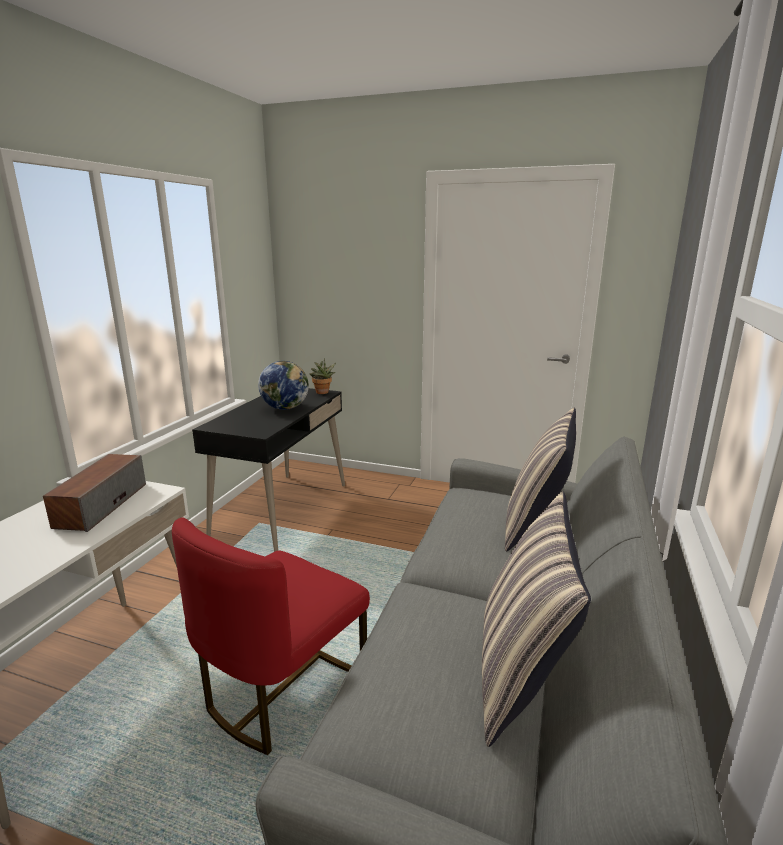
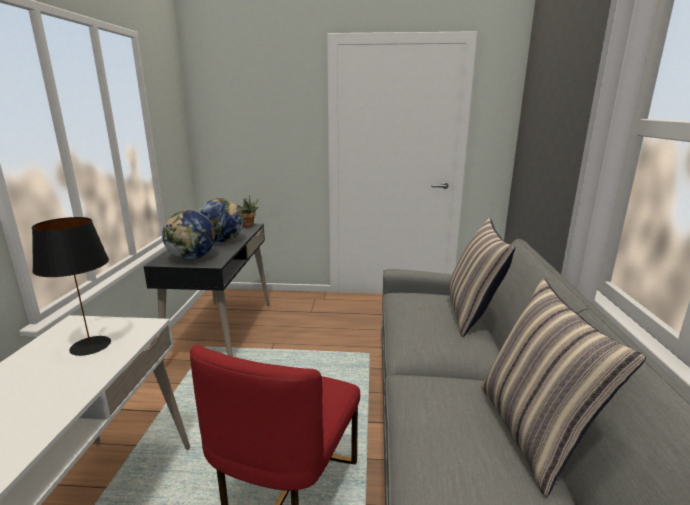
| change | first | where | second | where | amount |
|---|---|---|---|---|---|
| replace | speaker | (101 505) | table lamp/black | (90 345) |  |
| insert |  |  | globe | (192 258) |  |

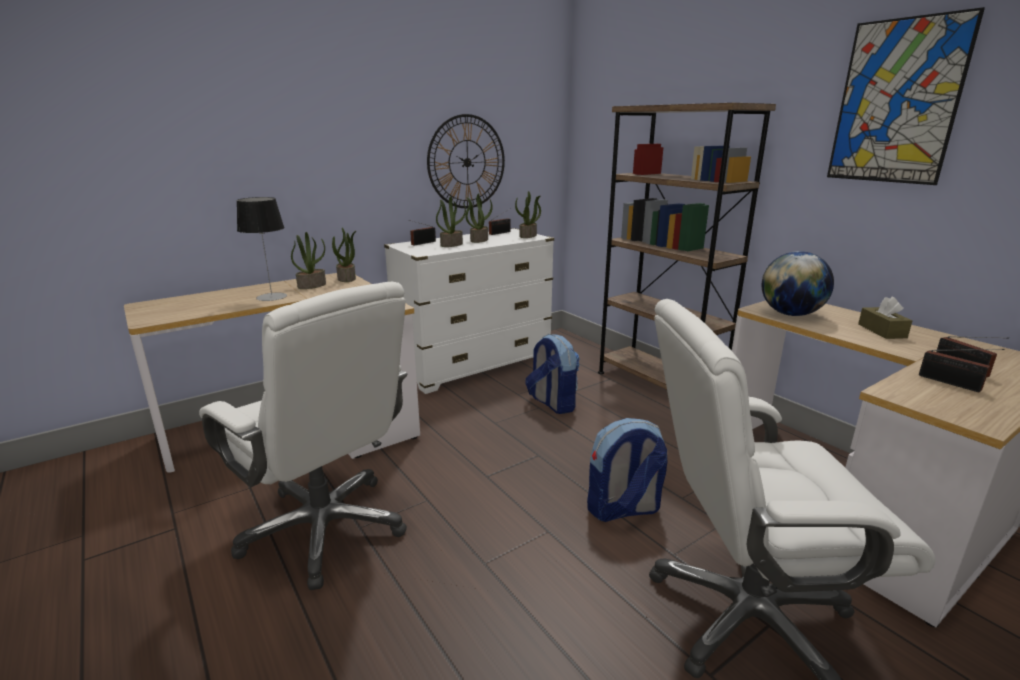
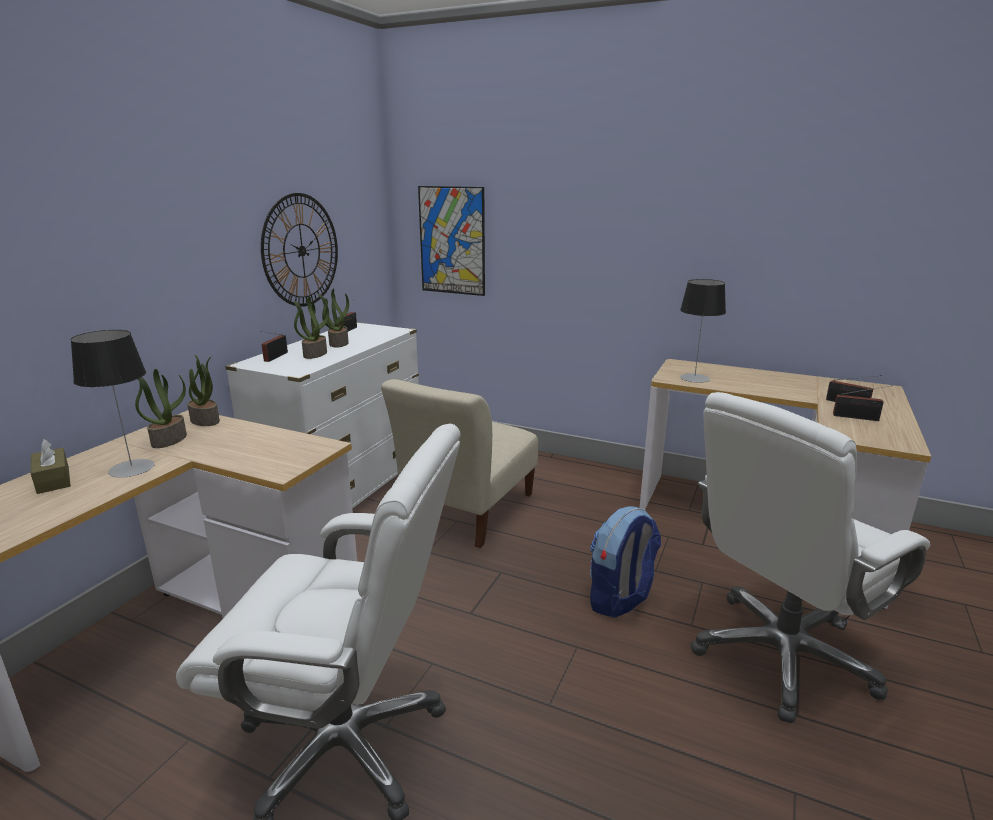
| change | first | where | second | where | amount |
|---|---|---|---|---|---|
| delete | potted plant | (528 236) |  |  |  |
| replace | backpack | (552 403) | chair/beige | (466 512) |  |
| delete | bookcase/brown | (658 386) |  |  |  |
| replace | globe | (790 314) | table lamp | (694 378) |  |
| move | picture | (897 102) |  | (452 241) |  |
| move | tissue box/brown | (882 331) |  | (53 480) |  |

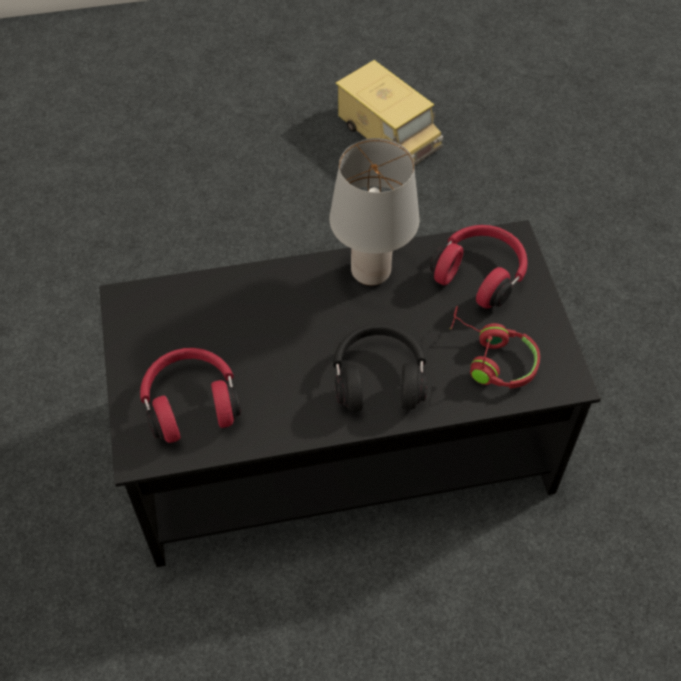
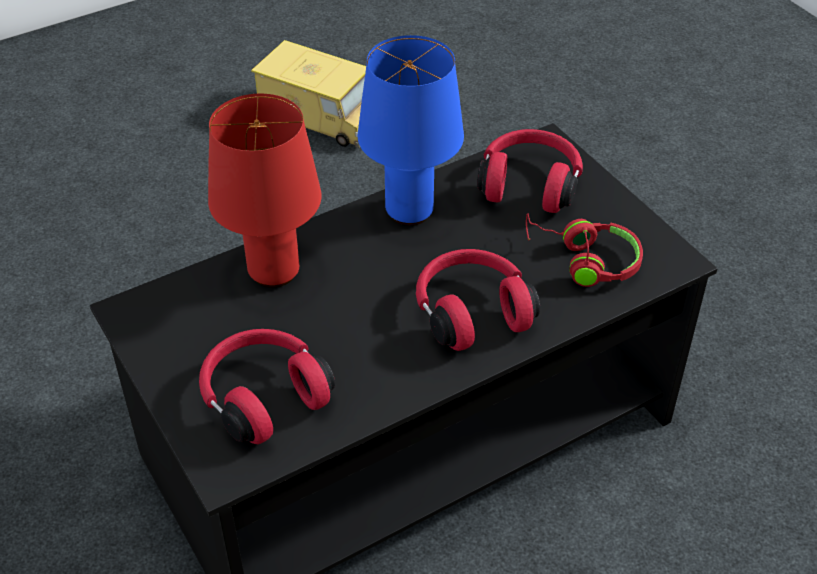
| change | first | where | second | where | amount |
|---|---|---|---|---|---|
| recolor | table lamp/grey | (370 271) | table lamp/blue | (408 211) |  |
| recolor | headphones/black | (379 377) | headphones/red | (471 311) |  |
| insert |  |  | table lamp/red | (275 272) |  |

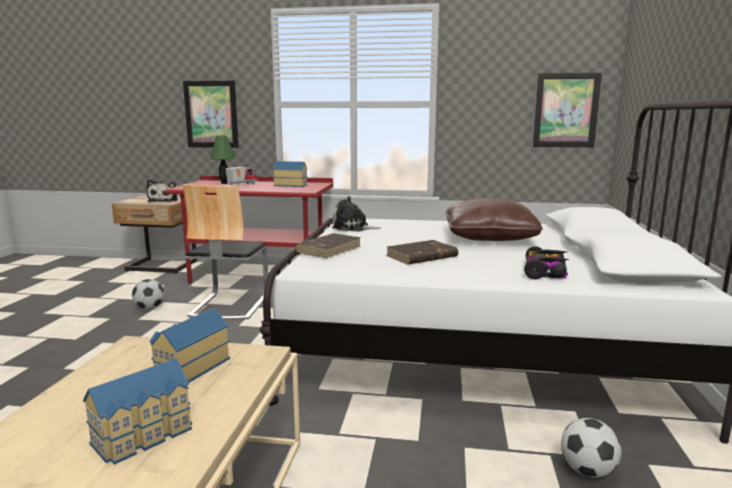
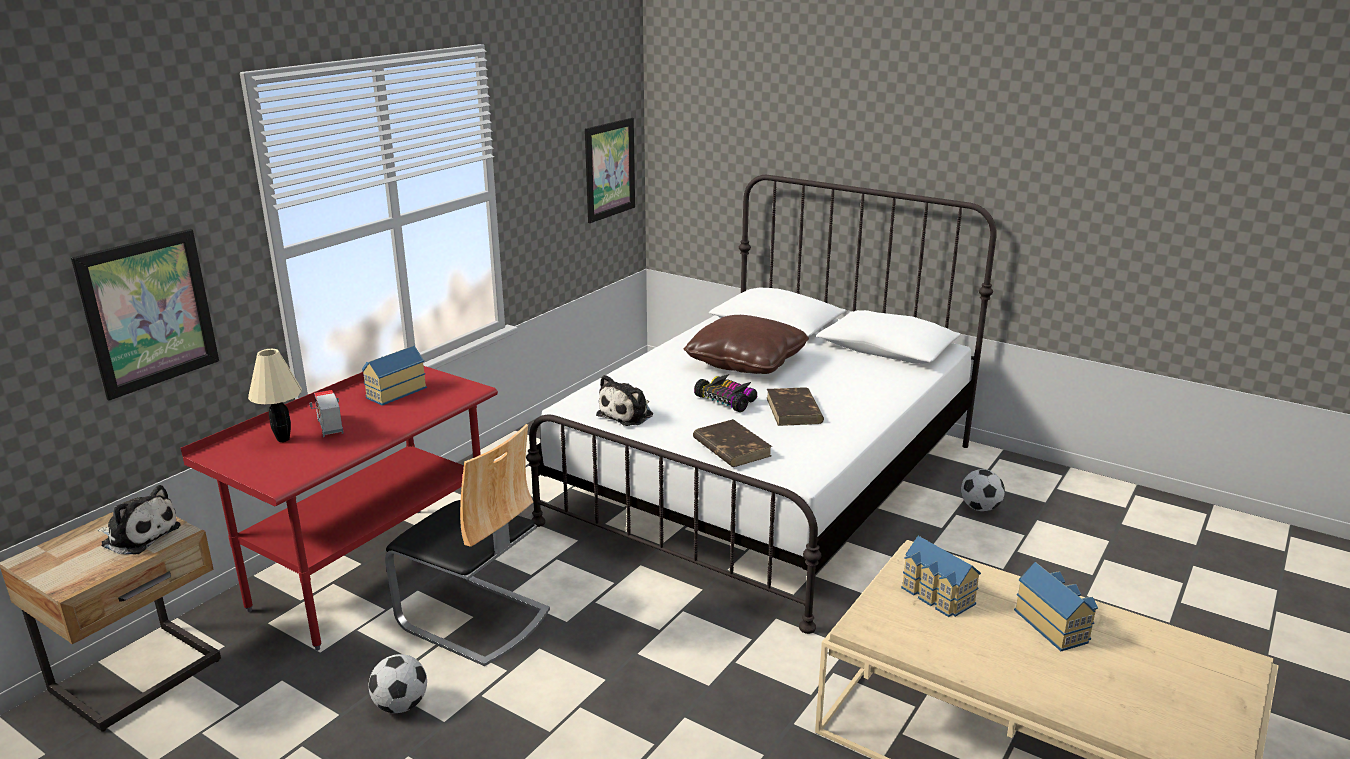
| change | first | where | second | where | amount |
|---|---|---|---|---|---|
| recolor | table lamp/green | (224 183) | table lamp/beige | (284 439) |  |
| move | toy car | (545 272) |  | (727 400) |  |

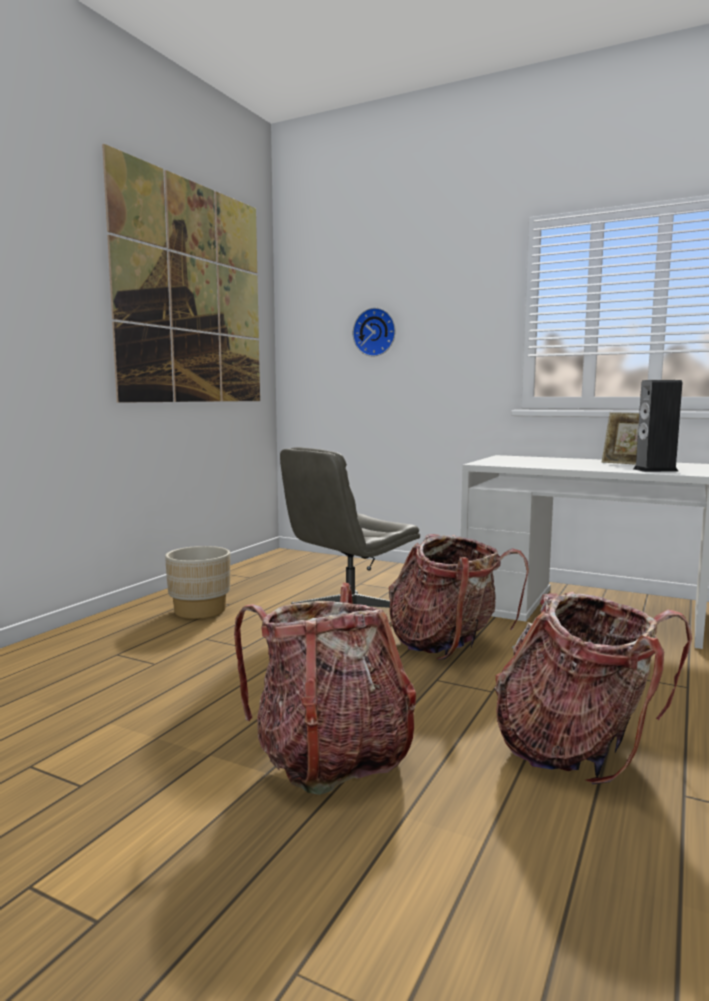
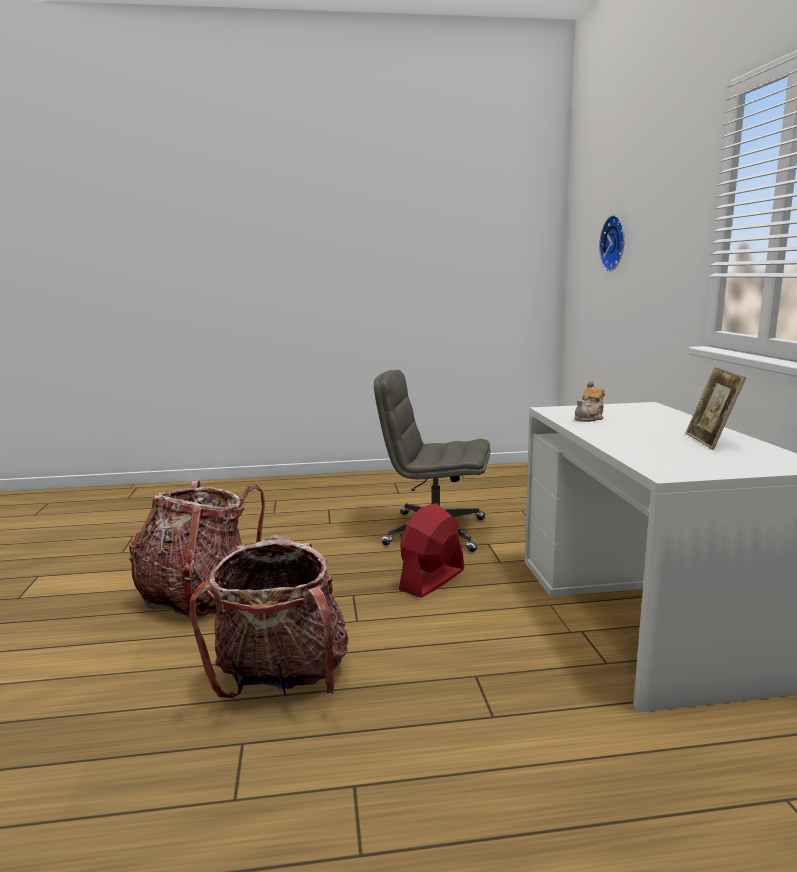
| change | first | where | second | where | amount |
|---|---|---|---|---|---|
| delete | picture | (193 294) |  |  |  |
| delete | planter/beige | (200 610) |  |  |  |
| replace | backpack | (448 645) | fan/red | (432 580) |  |
| delete | speaker | (655 470) |  |  |  |
| insert |  |  | teapot | (589 418) |  |

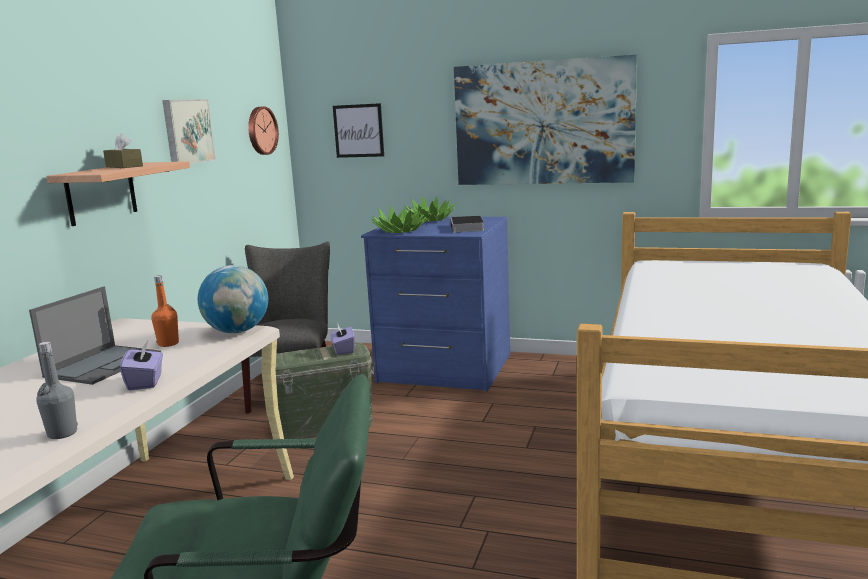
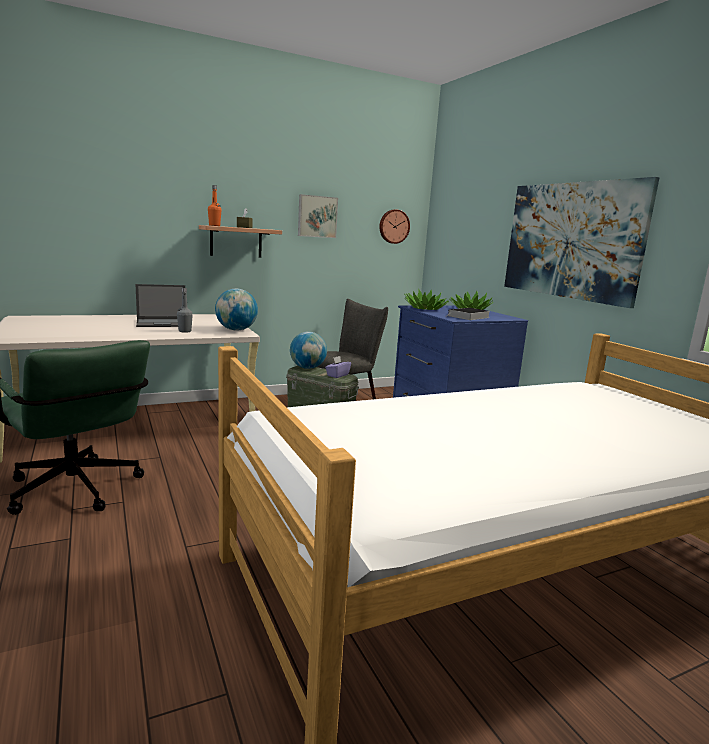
| change | first | where | second | where | amount |
|---|---|---|---|---|---|
| move | bottle/grey | (62 433) |  | (185 331) |  |
| delete | tissue box/purple | (146 382) |  |  |  |
| move | bottle/orange | (168 344) |  | (214 225) |  |
| delete | picture | (358 130) |  |  |  |
| insert |  |  | globe | (307 368) |  |

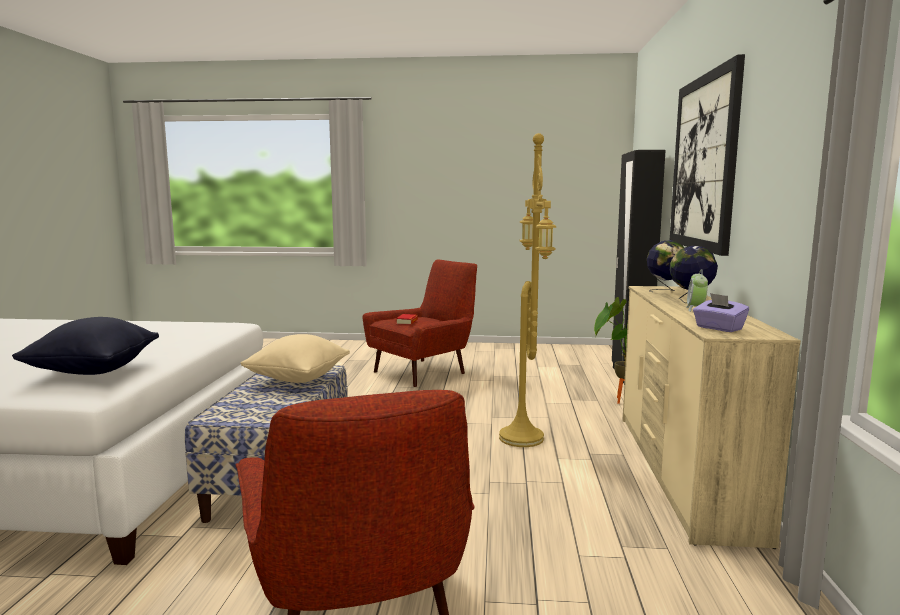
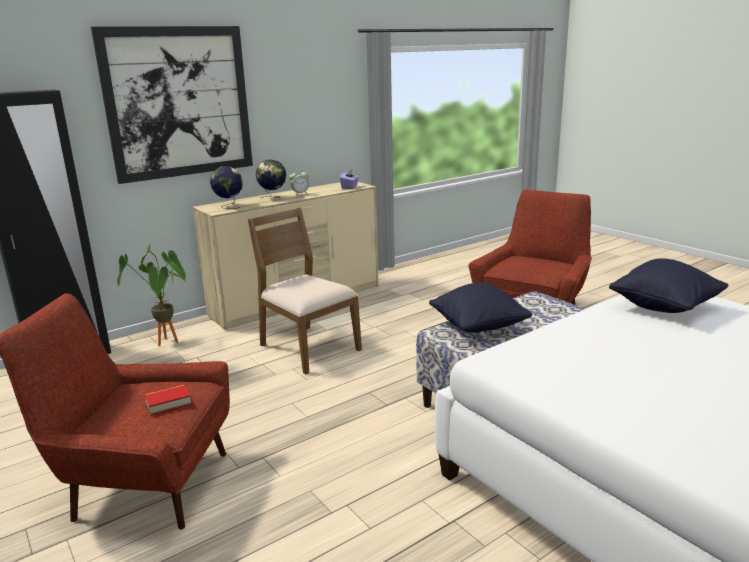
| change | first | where | second | where | amount |
|---|---|---|---|---|---|
| recolor | pillow/beige | (298 379) | pillow/black | (478 328) |  |
| replace | floor lamp/yellow | (524 439) | chair/brown | (308 347) |  |

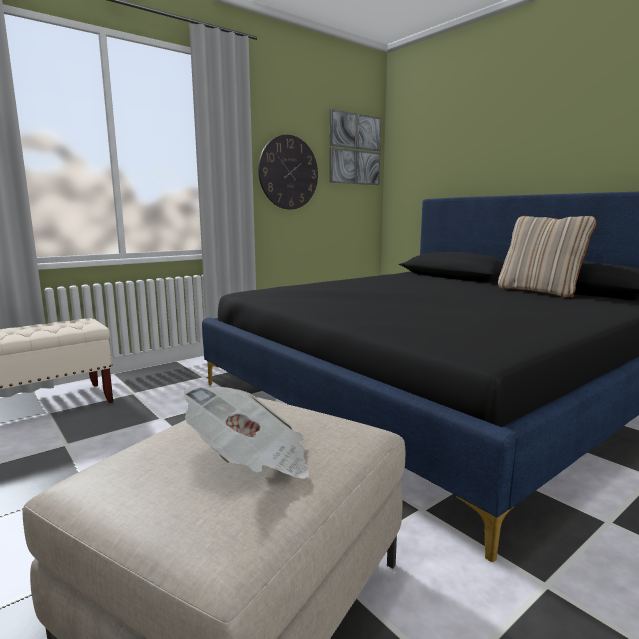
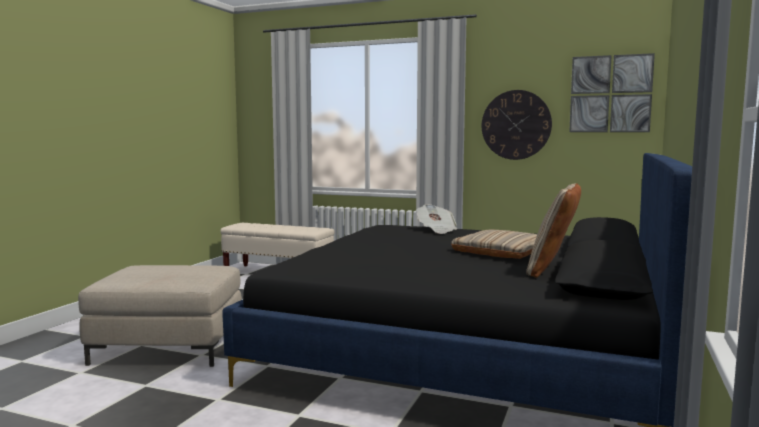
| change | first | where | second | where | amount |
|---|---|---|---|---|---|
| move | newspaper | (251 461) |  | (436 230) |  |
| insert |  |  | pillow/beige | (501 251) |  |

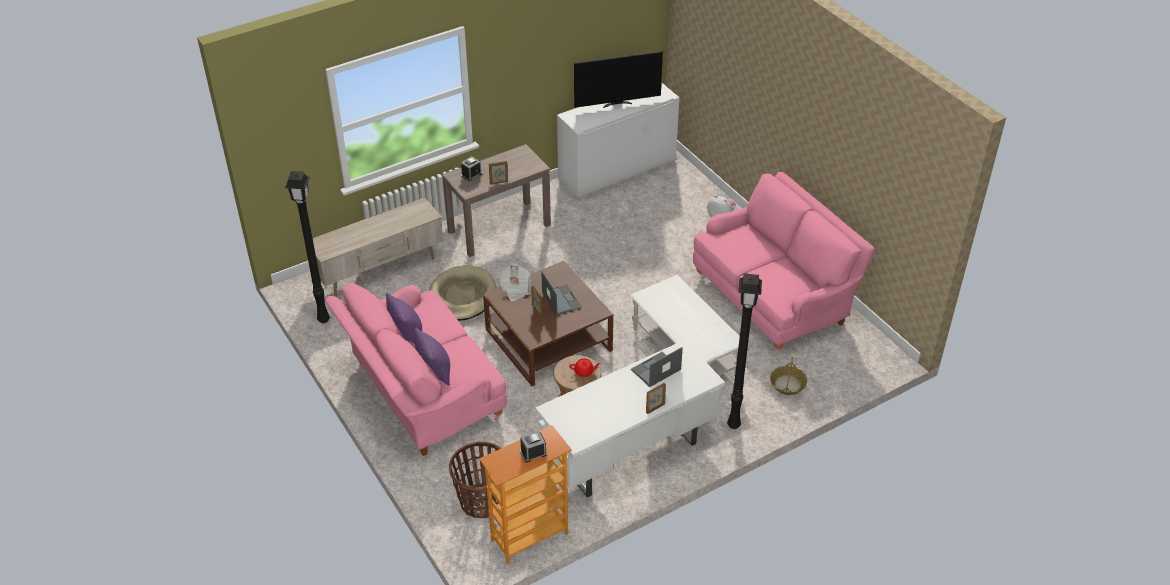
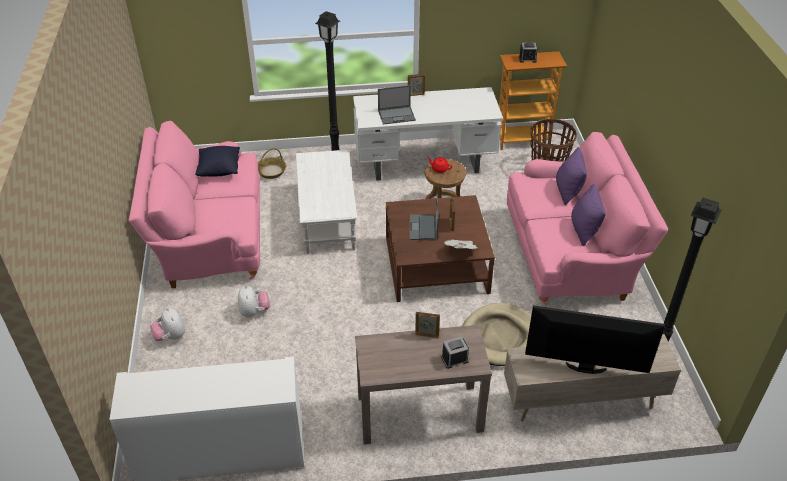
| change | first | where | second | where | amount |
|---|---|---|---|---|---|
| move | television | (617 104) |  | (585 369) |  |
| insert |  |  | pillow/black | (219 170) |  |
| insert |  |  | plush toy | (254 311) |  |

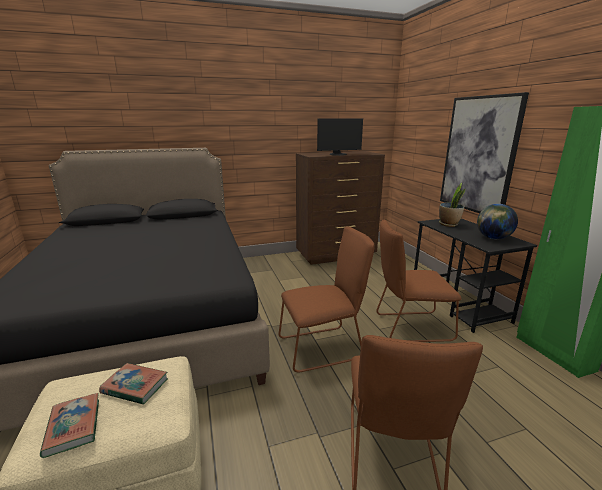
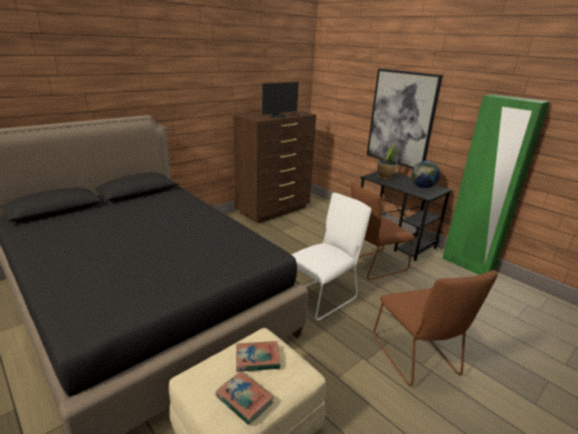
| change | first | where | second | where | amount |
|---|---|---|---|---|---|
| recolor | chair/brown | (323 347) | chair/white | (323 296) |  |

